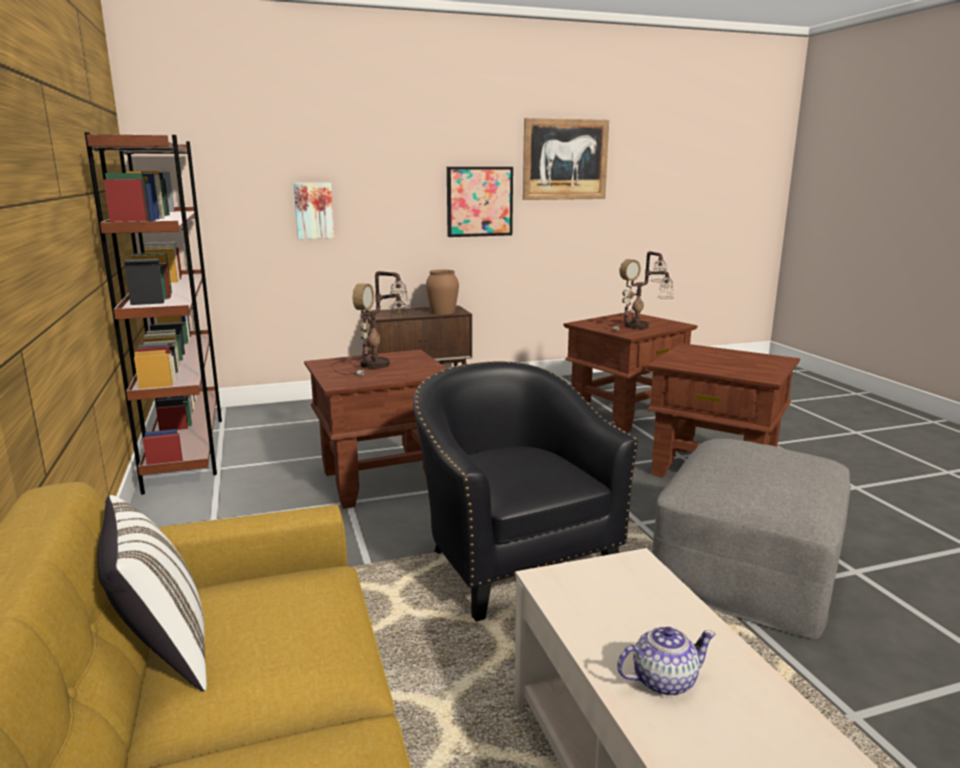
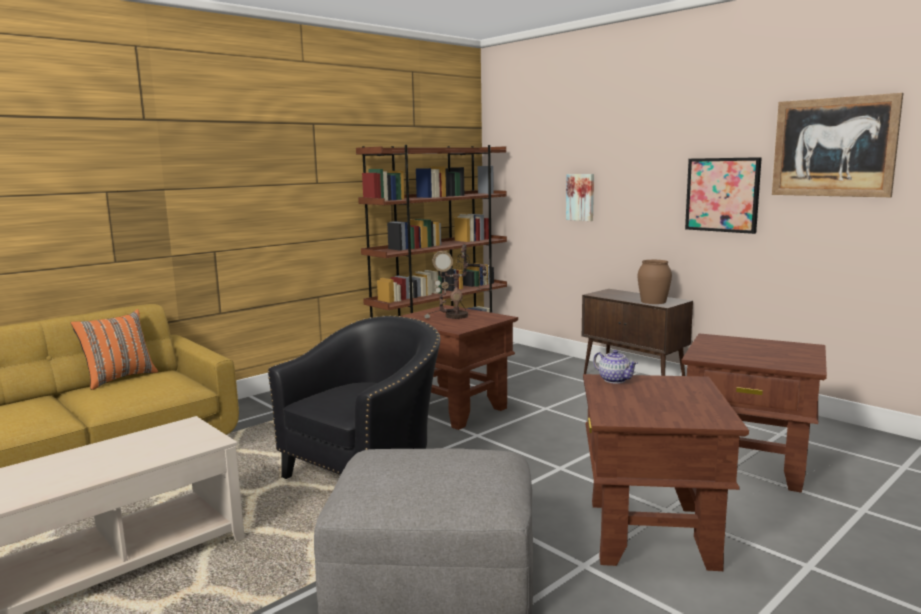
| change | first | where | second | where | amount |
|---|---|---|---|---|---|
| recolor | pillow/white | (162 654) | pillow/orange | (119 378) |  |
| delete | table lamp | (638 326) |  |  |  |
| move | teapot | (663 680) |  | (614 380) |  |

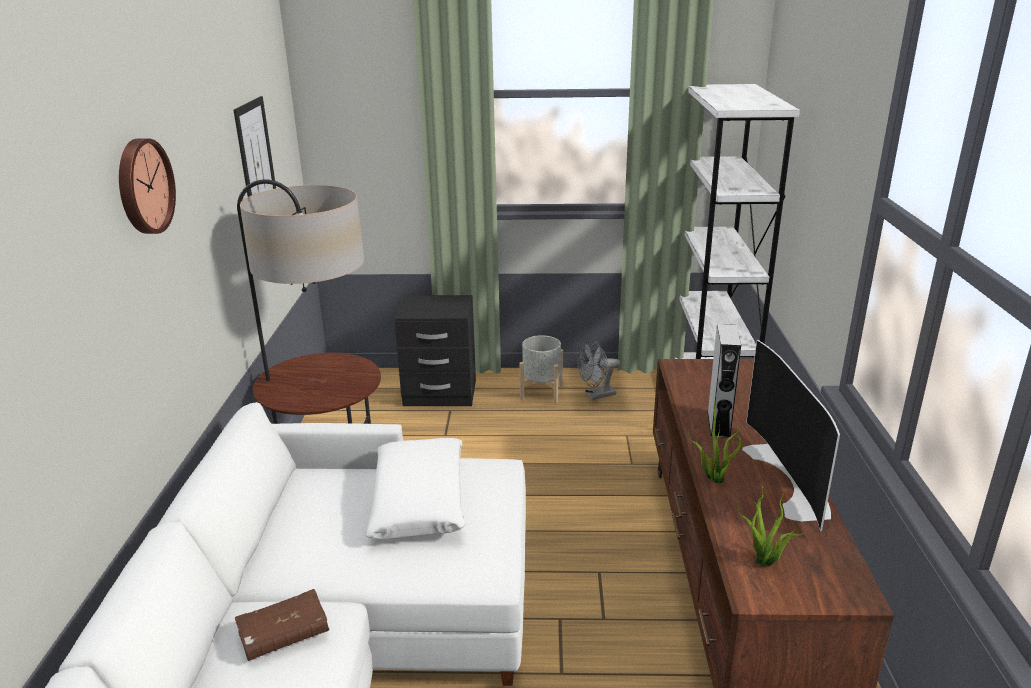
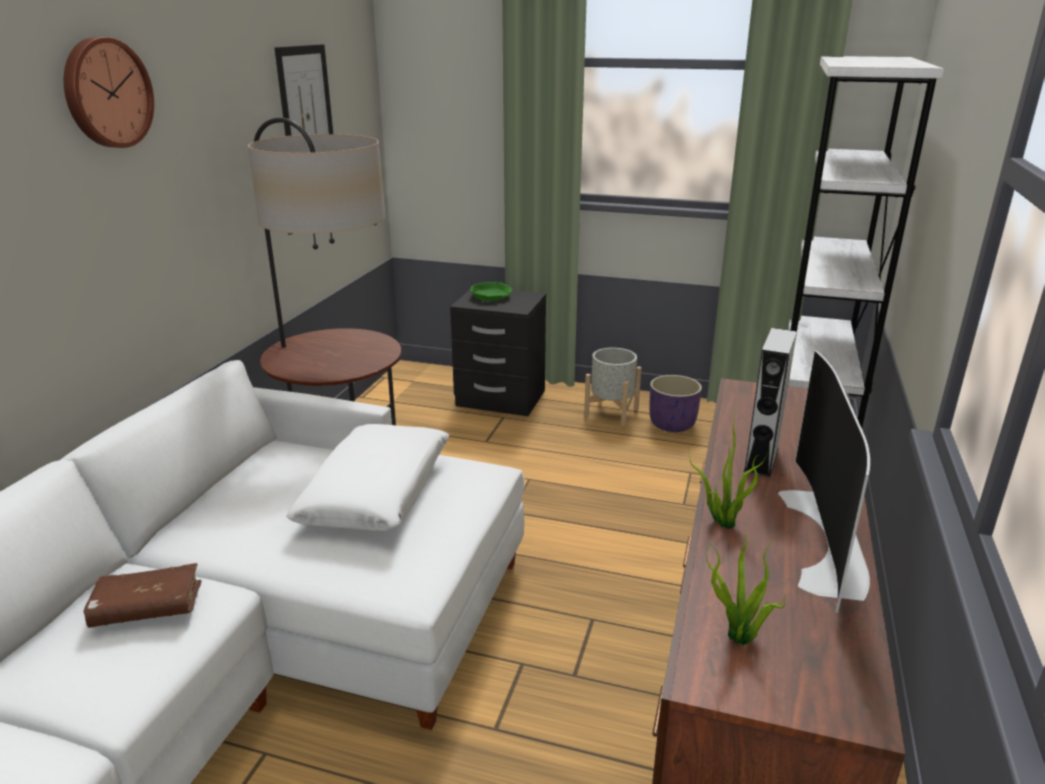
| change | first | where | second | where | amount |
|---|---|---|---|---|---|
| replace | fan/grey | (596 395) | planter/purple | (672 425) |  |
| insert |  |  | bowl/green | (491 297) |  |

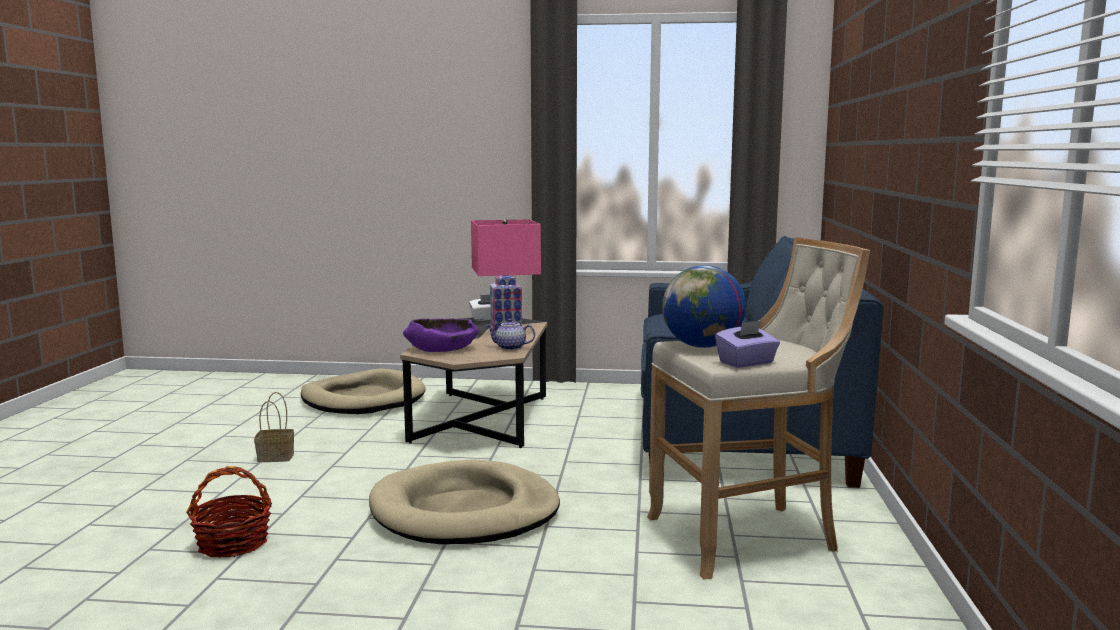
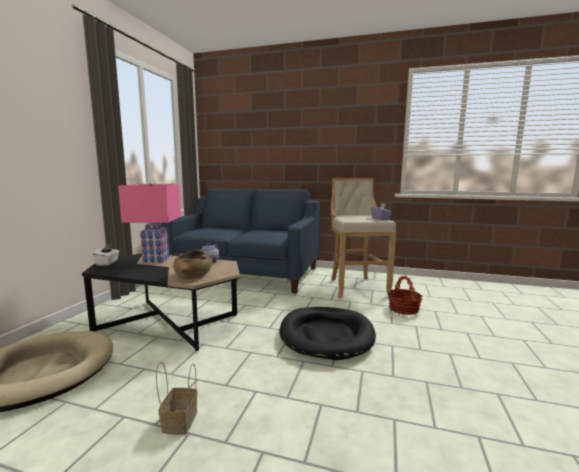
| change | first | where | second | where | amount |
|---|---|---|---|---|---|
| move | basket | (233 543) |  | (403 309) |  |
| recolor | dog bed/beige | (465 511) | dog bed/black | (326 335) |  |
| recolor | bowl/purple | (442 349) | bowl/brown | (193 275) |  |
| delete | globe | (702 347) |  |  |  |

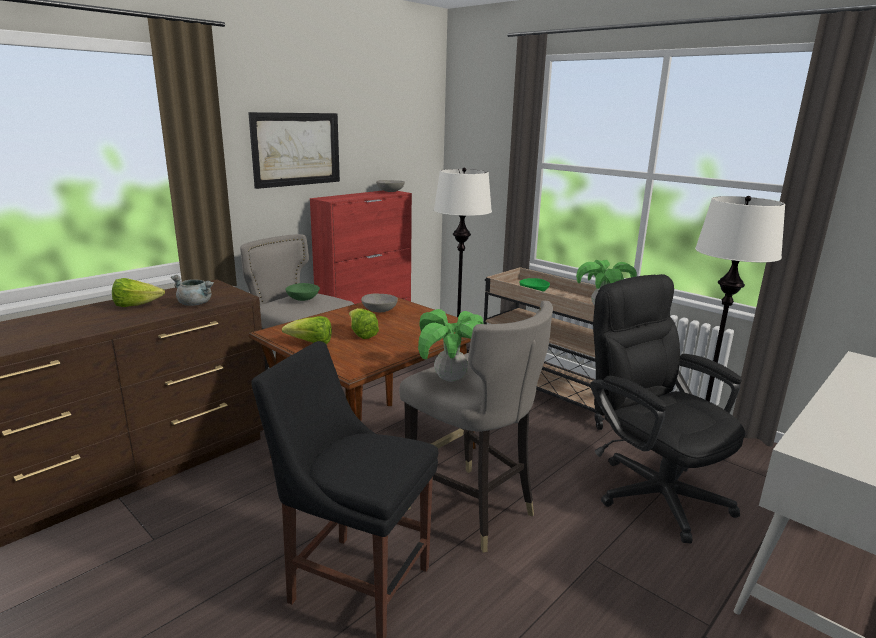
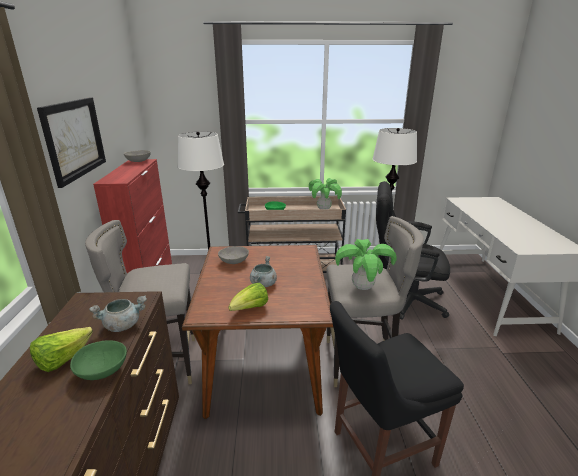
| change | first | where | second | where | amount |
|---|---|---|---|---|---|
| move | bowl/green | (302 299) |  | (101 371) |  |
| replace | lettuce | (361 334) | cooking pot/grey | (263 284) |  |

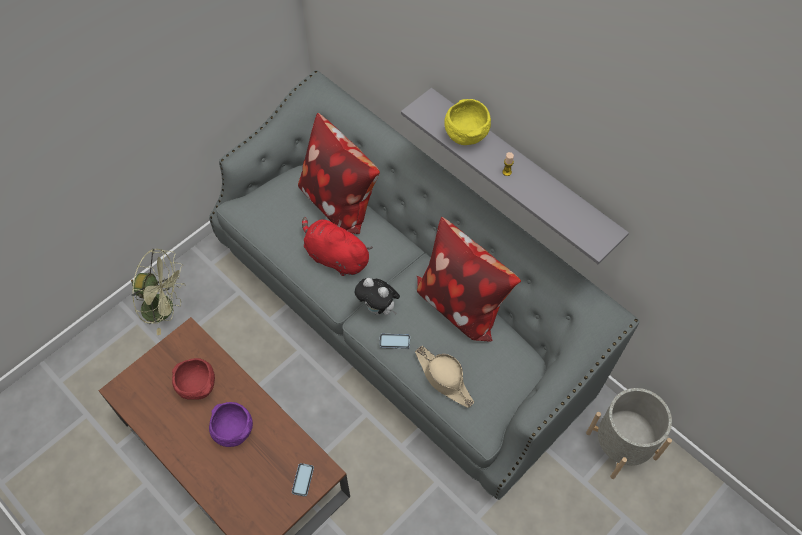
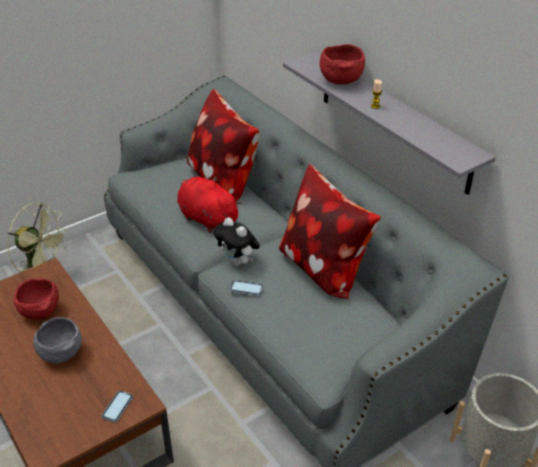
| change | first | where | second | where | amount |
|---|---|---|---|---|---|
| recolor | bowl/purple | (232 431) | bowl/grey | (60 353) |  |
| delete | hat/beige | (444 379) |  |  |  |
| recolor | bowl/yellow | (465 134) | bowl/red | (340 80) |  |

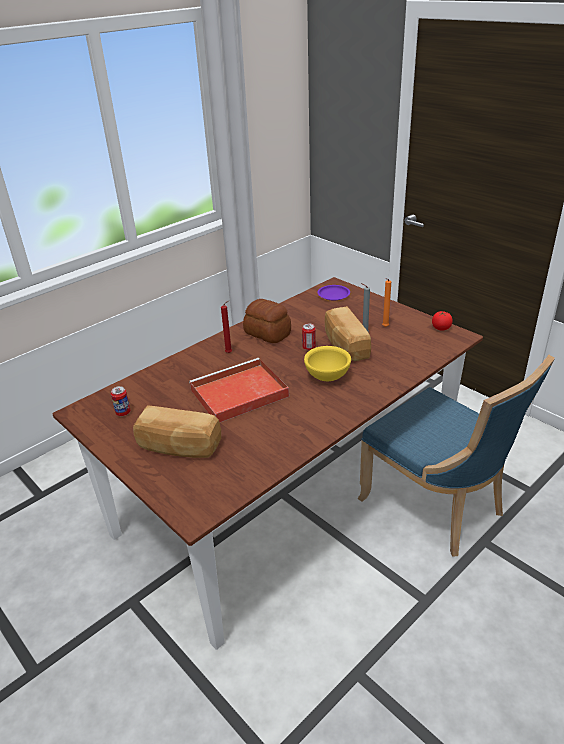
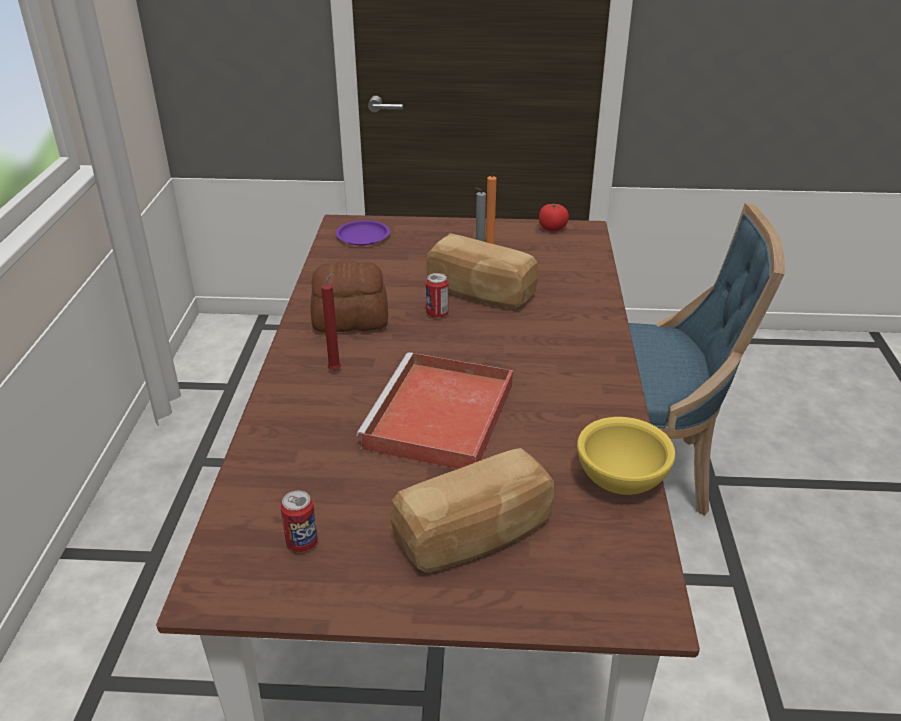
| change | first | where | second | where | amount |
|---|---|---|---|---|---|
| move | bowl/yellow | (328 376) |  | (621 480) |  |

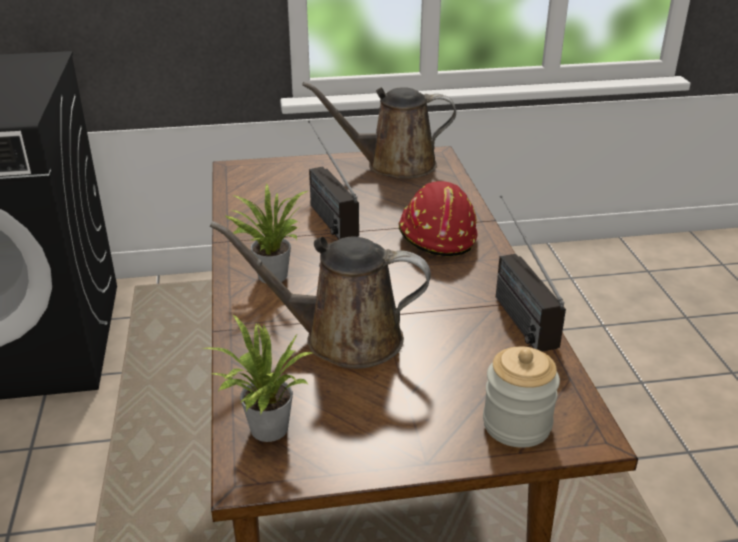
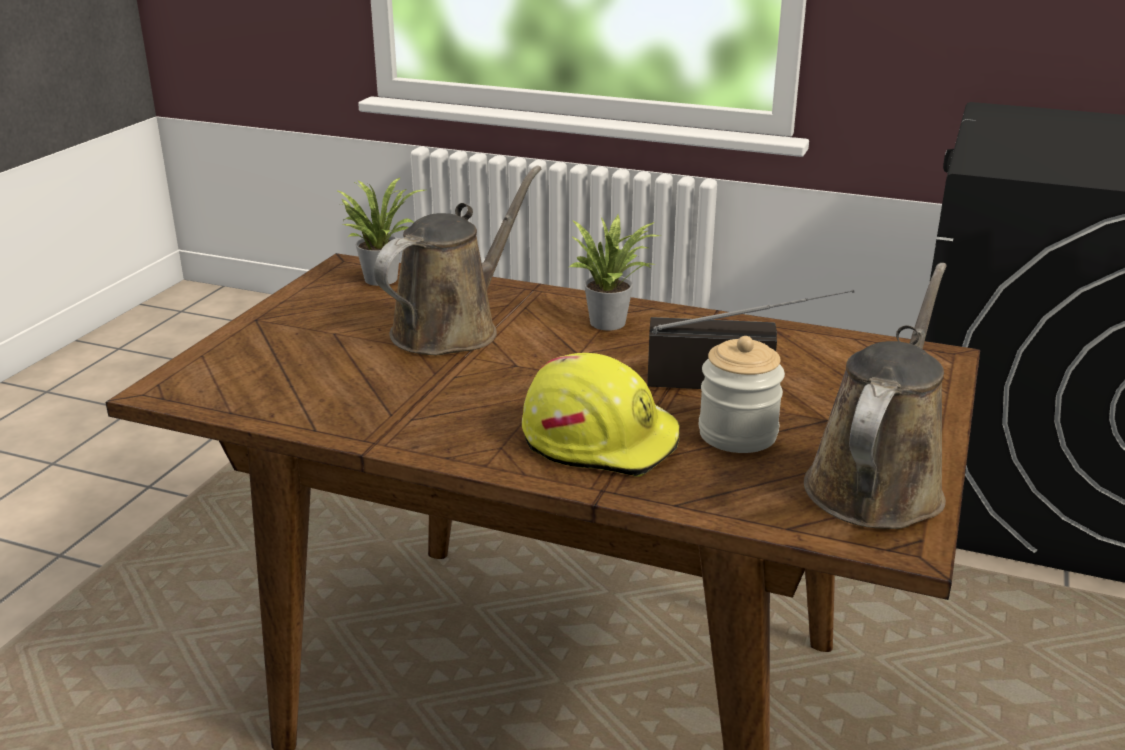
| change | first | where | second | where | amount |
|---|---|---|---|---|---|
| recolor | hard hat/red | (435 234) | hard hat/yellow | (600 439) |  |
| move | jar | (516 424) |  | (737 434) |  |
| delete | radio | (512 307) |  |  |  |

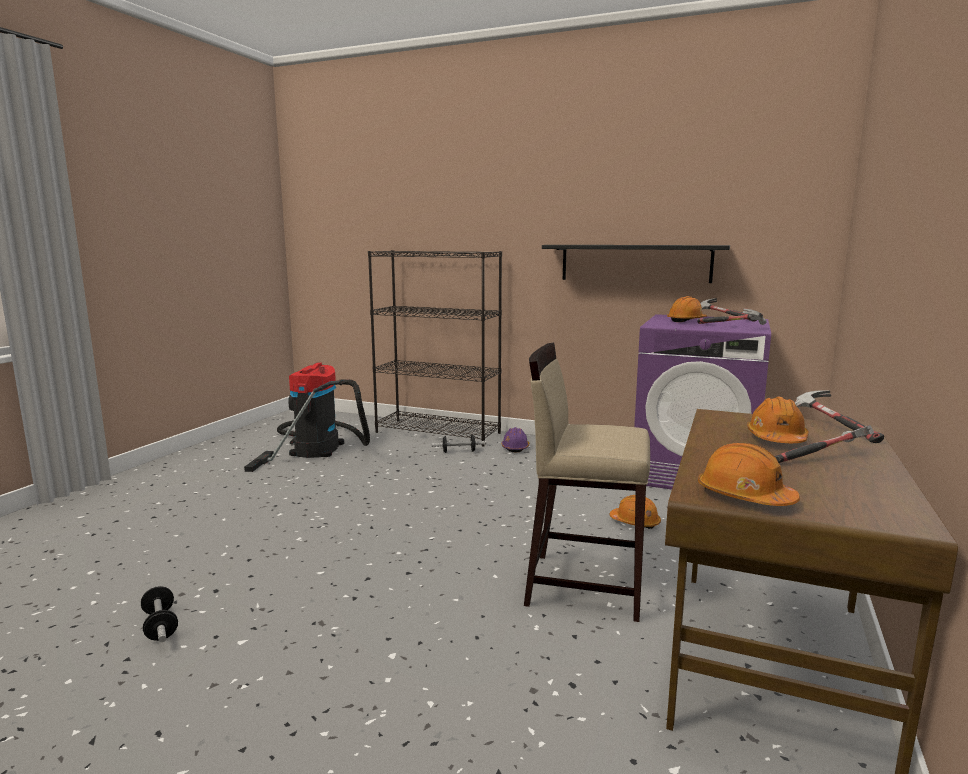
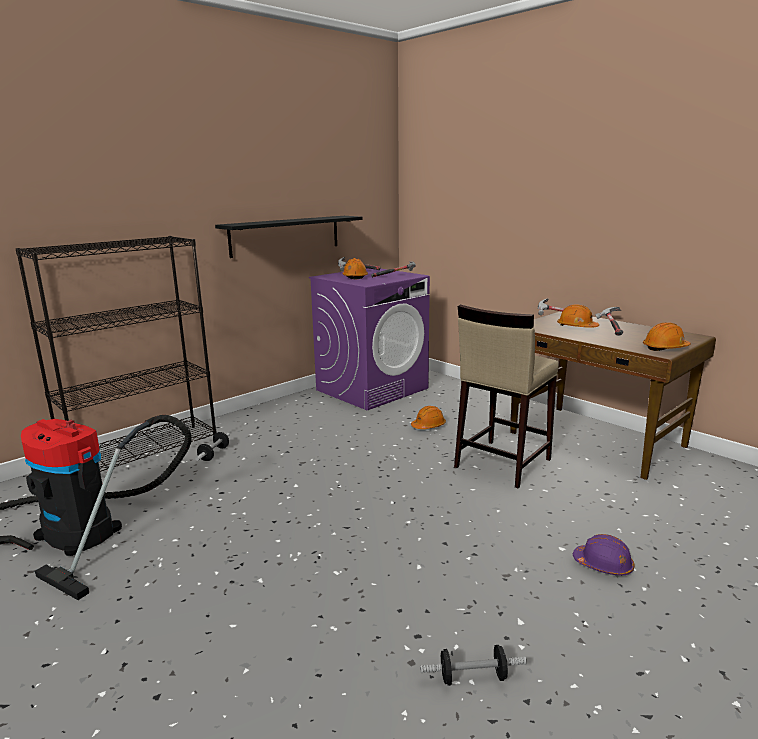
| change | first | where | second | where | amount |
|---|---|---|---|---|---|
| move | hard hat/purple | (515 447) |  | (603 565) |  |

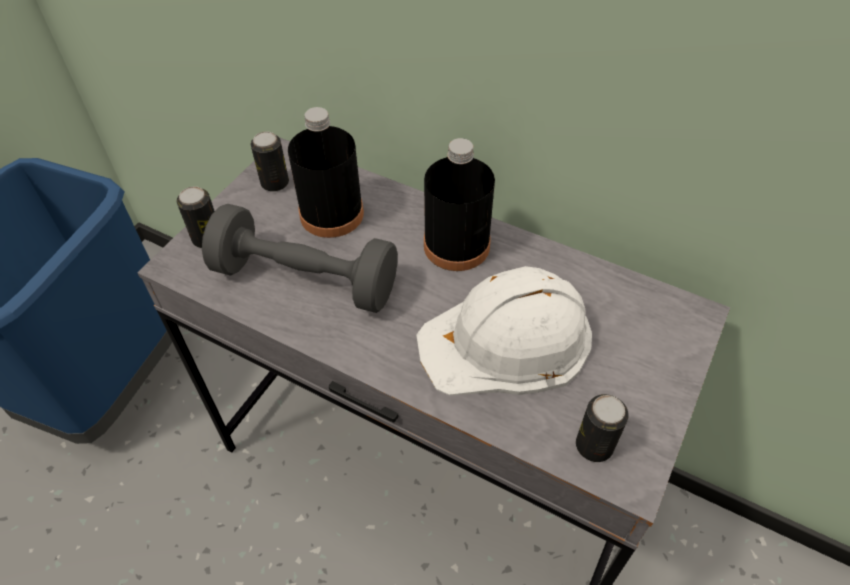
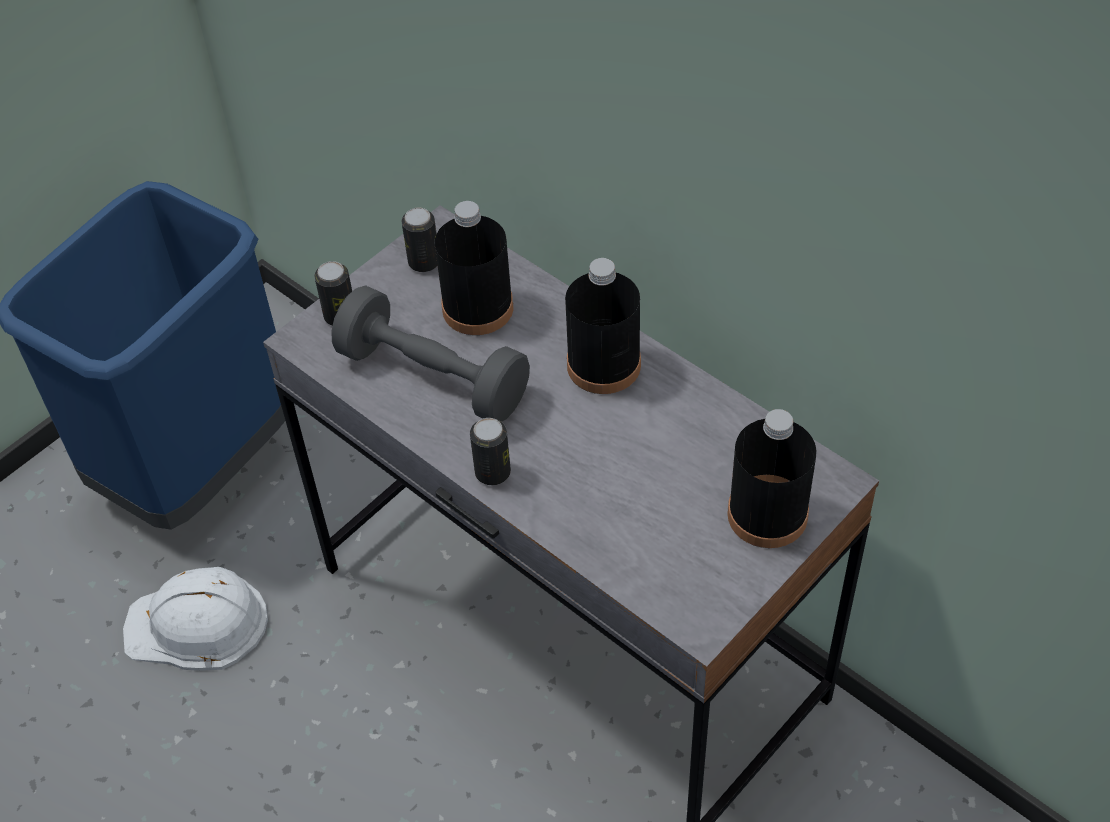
| change | first | where | second | where | amount |
|---|---|---|---|---|---|
| move | hard hat/white | (507 341) |  | (197 624) |  |
| move | can | (594 446) |  | (492 472) |  |
| insert |  |  | bottle/black | (767 514) |  |

